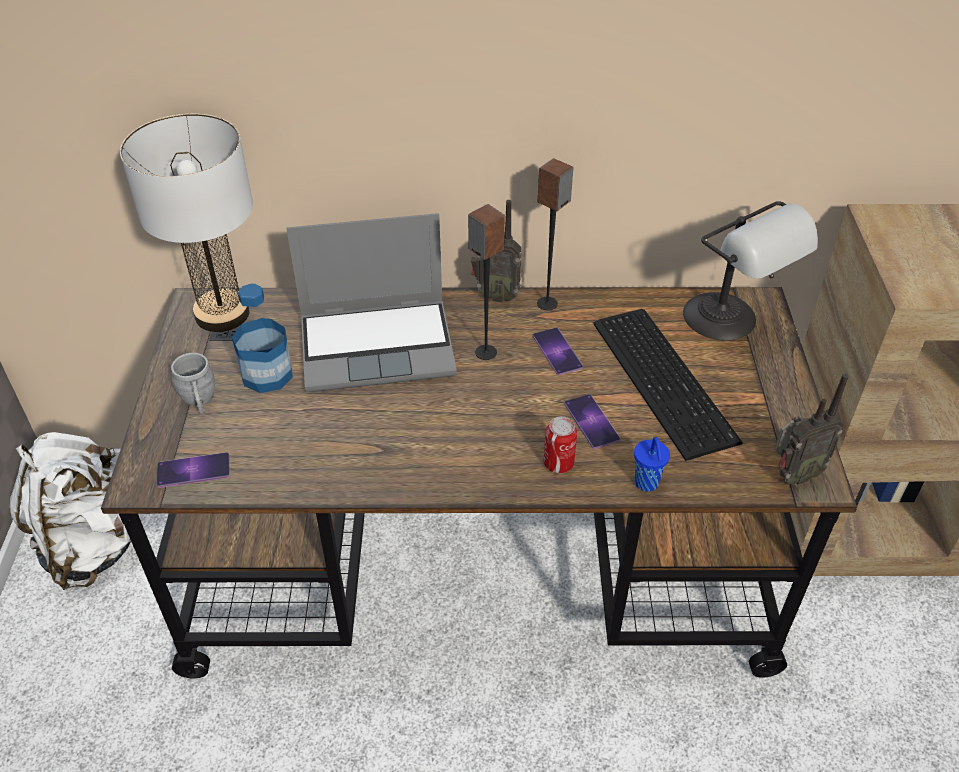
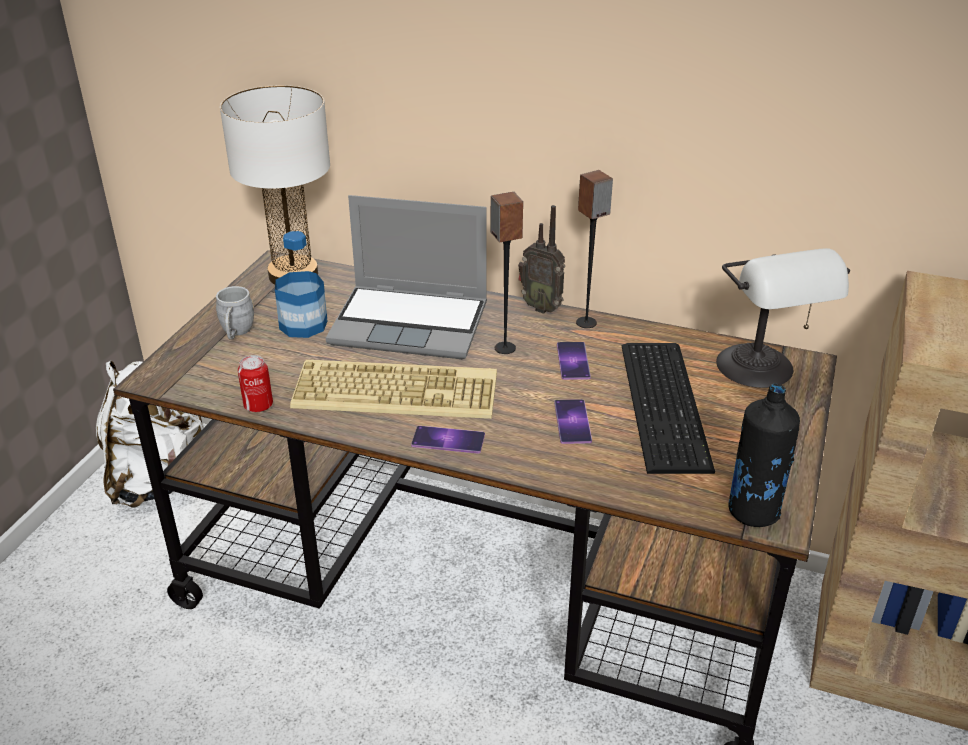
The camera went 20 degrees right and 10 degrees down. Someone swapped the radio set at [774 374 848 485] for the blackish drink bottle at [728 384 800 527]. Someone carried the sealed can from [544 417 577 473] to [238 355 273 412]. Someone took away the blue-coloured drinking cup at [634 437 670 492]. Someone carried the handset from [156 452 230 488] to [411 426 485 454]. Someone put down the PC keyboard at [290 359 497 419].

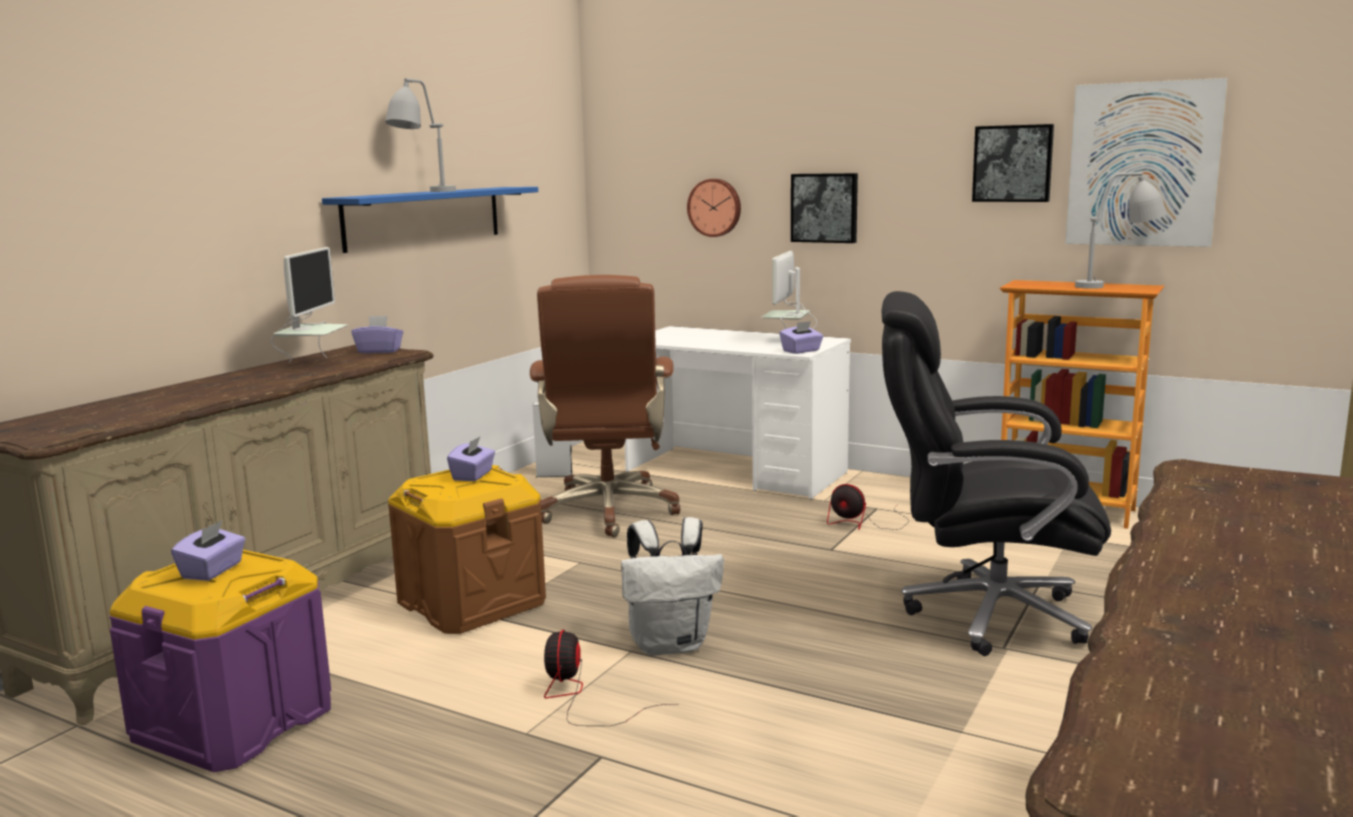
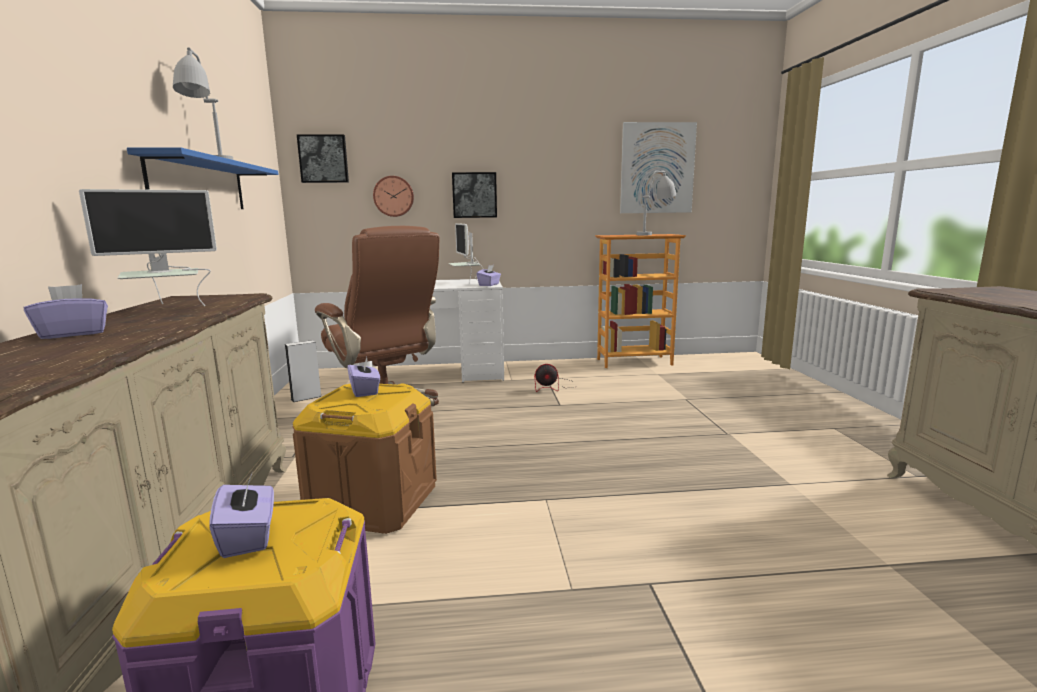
The camera went 35 degrees left and 0 degrees up. Someone carried the wall art from [972 124 1054 202] to [297 134 349 183]. Someone rotated the computer display at [271 247 348 363] by 90 degrees clockwise. Someone took away the blackish office chair at [882 291 1111 656]. Someone carried the purplish tissue box from [351 316 403 353] to [24 284 108 339]. Someone took away the white-coloured backpack at [621 517 724 656]. Someone took away the cooling fan at [544 630 679 726].

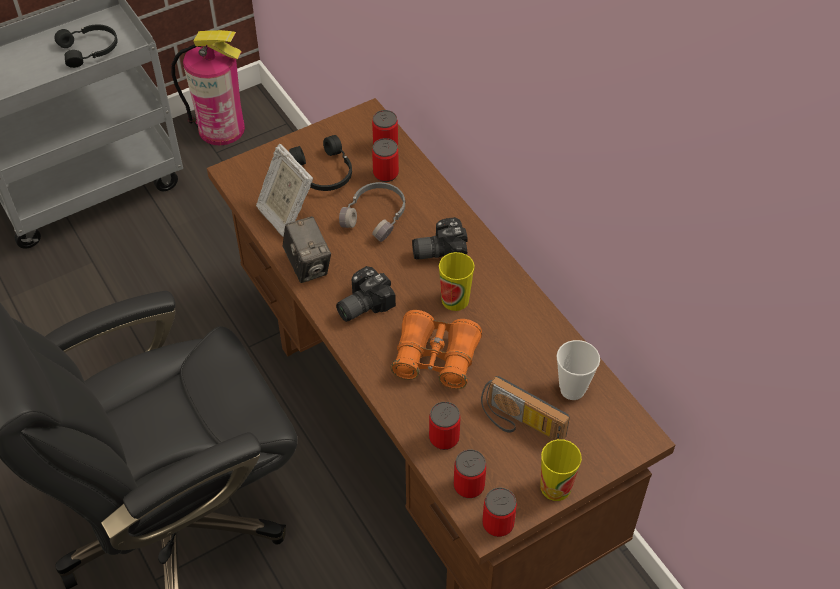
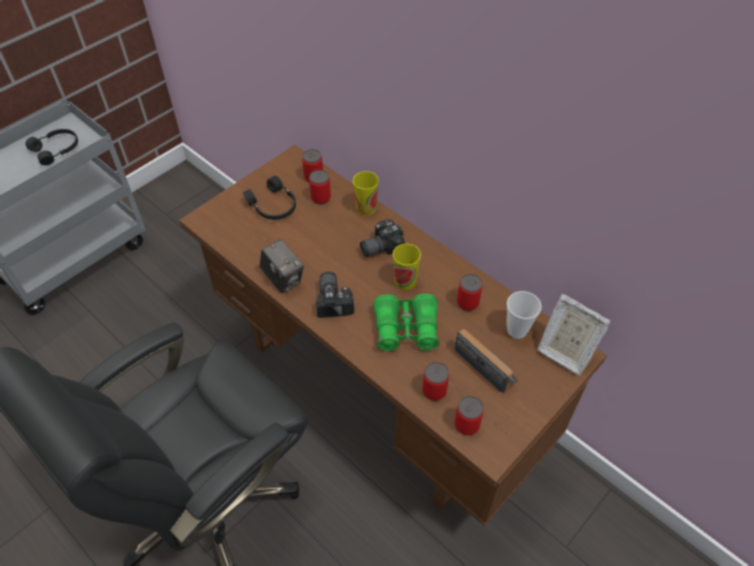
The camera went 15 degrees left and 0 degrees up. Someone took away the extinguisher at [171 30 245 145]. Someone carried the picture frame from [256 144 313 237] to [538 294 610 375]. Someone took away the gray headphones at [339 182 405 242]. Someone rotated the photo camera at [336 266 396 322] by 135 degrees clockwise. Someone repainted the orangey field glasses at [391 310 482 389], which became the greenish field glasses at [373 294 440 351]. Someone rotated the radio set at [481 376 570 440] by 150 degrees counterclockwise. Someone carried the drinking cup from [541 439 582 501] to [353 171 379 216]. Someone carried the sealed can from [482 488 517 537] to [457 274 482 311].

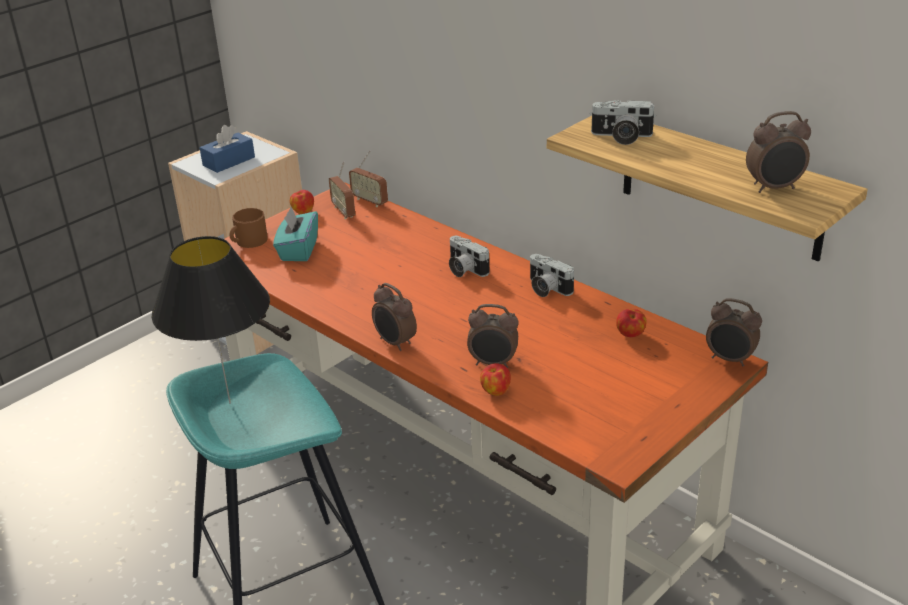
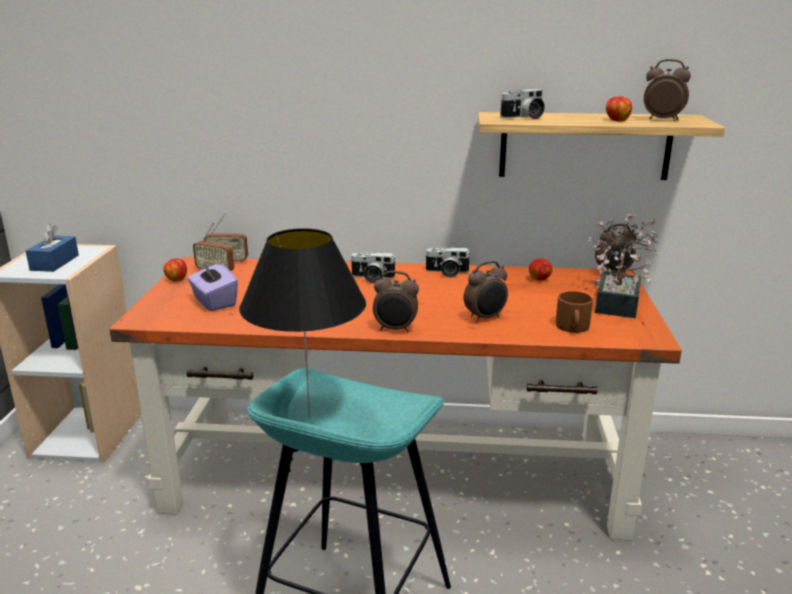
The camera went 40 degrees left and 10 degrees down. Someone rotated the bedside clock at [746 111 811 193] by 105 degrees counterclockwise. Someone repainted the turquoise-coloured tissue box at [273 207 318 261], which became the purplish tissue box at [188 261 238 311]. Someone carried the brown tea mug from [230 208 268 248] to [556 291 593 333]. Someone carried the whole apple from [480 363 511 396] to [606 96 632 122]. Someone put down the potted plant at [588 214 659 318].

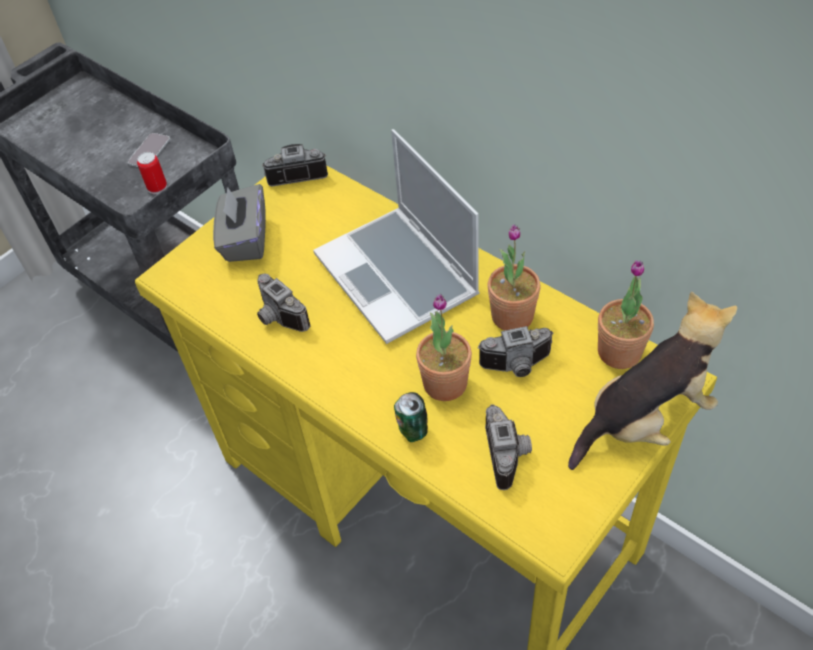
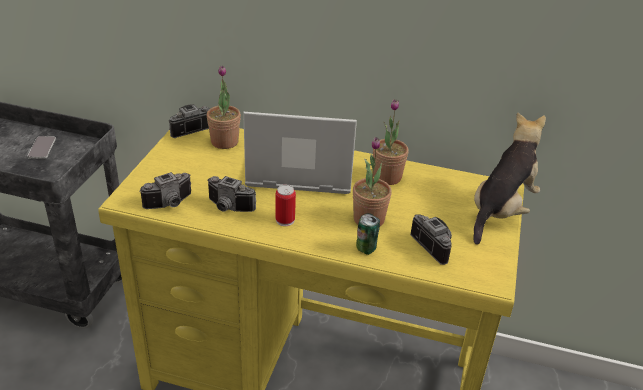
The camera went 30 degrees left and 15 degrees down. Someone rotated the laptop at [313 129 480 344] by 150 degrees clockwise. Someone carried the sealed can from [137 152 167 194] to [275 185 296 226]. Someone took away the gray tissue box at [213 184 266 262]. Someone carried the potted plant from [598 260 654 369] to [207 66 241 149]. Someone carried the photo camera from [478 326 553 377] to [139 172 191 209].

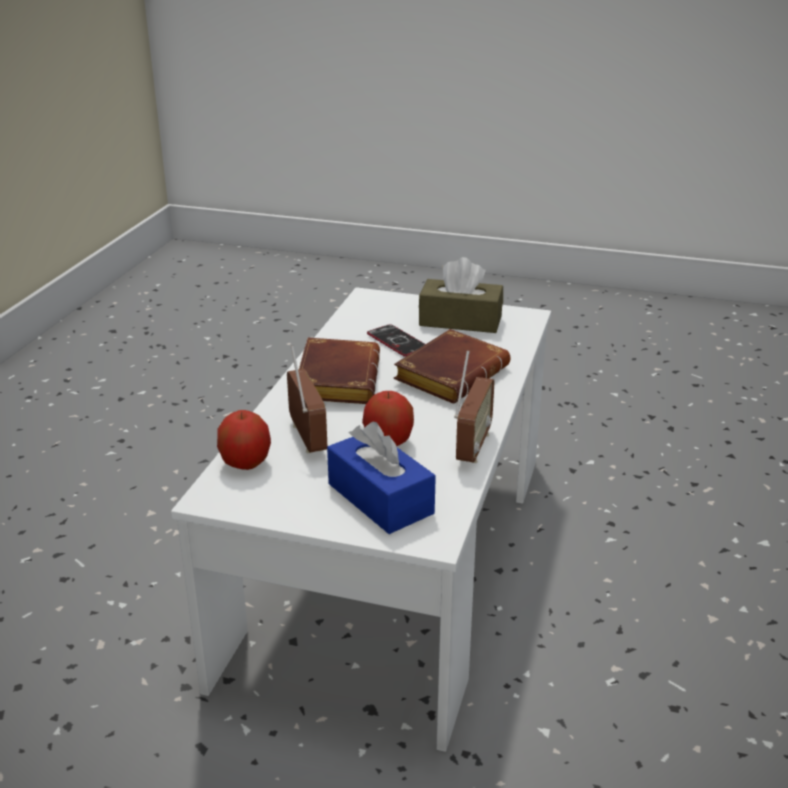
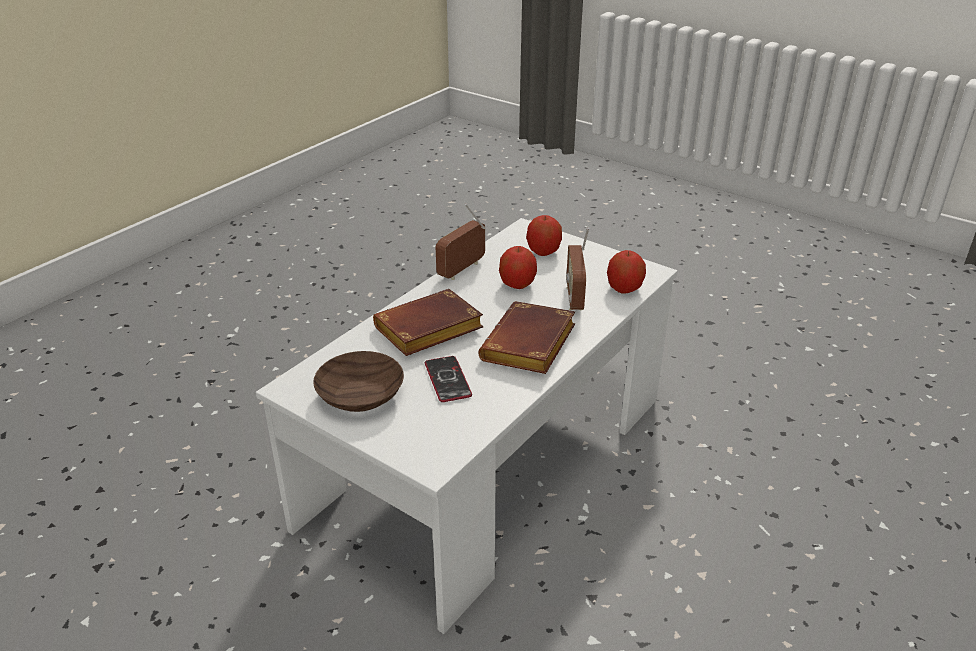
The camera went 160 degrees left and 5 degrees up. Someone swapped the brown tissue box at [419 257 503 333] for the brown bowl at [313 351 404 412]. Someone swapped the blue-coloured tissue box at [327 421 436 534] for the whole apple at [526 215 562 256].

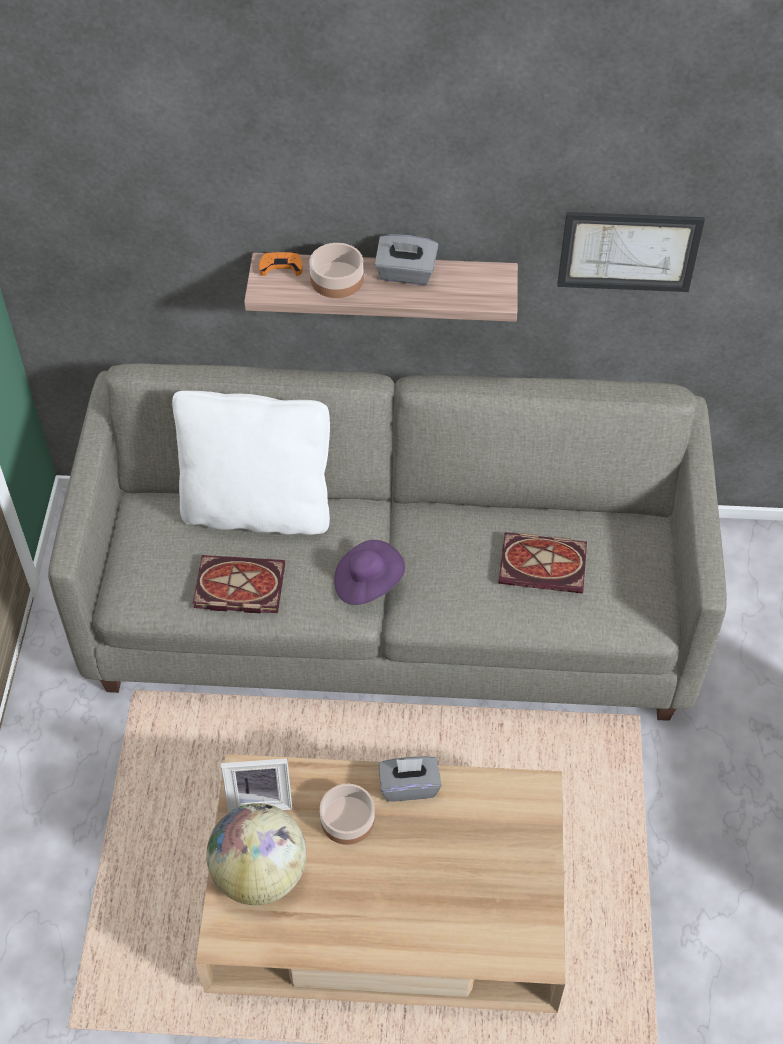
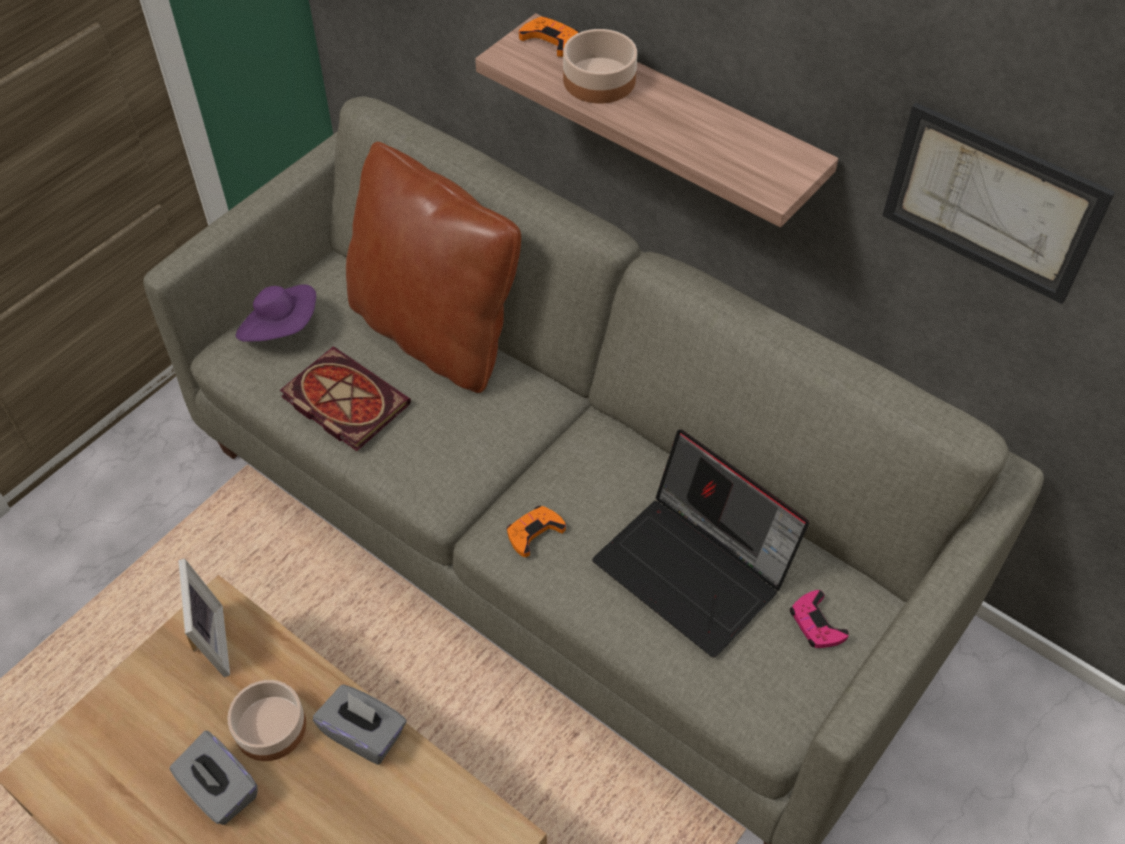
The camera went 35 degrees right and 0 degrees up. Someone carried the gray tissue box from [375 234 438 285] to [170 731 258 825]. Someone repainted the white-coloured throw pillow at [172 391 330 535], which became the brown throw pillow at [346 142 521 393]. Someone swapped the bound book at [498 532 587 594] for the laptop at [592 429 809 657]. Someone carried the purplish hat from [334 540 405 605] to [236 284 316 342]. Someone rotated the picture frame at [221 758 292 812] by 135 degrees counterclockwise. Someone took away the desk globe at [206 803 306 905]. Someone put down the orangey game controller at [506 506 566 557]. Someone put down the pink-coloured game controller at [790 590 849 648].

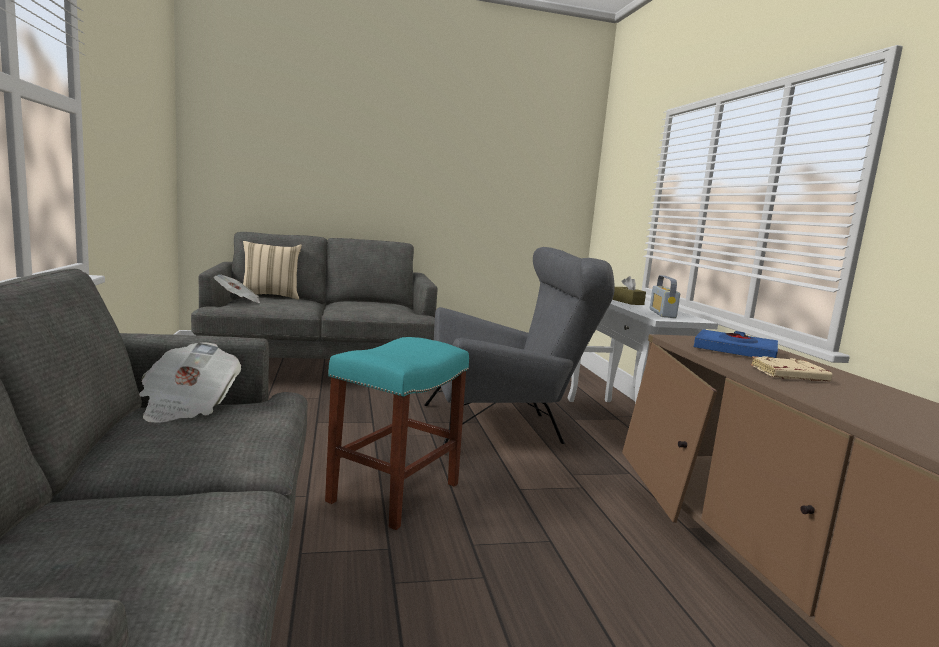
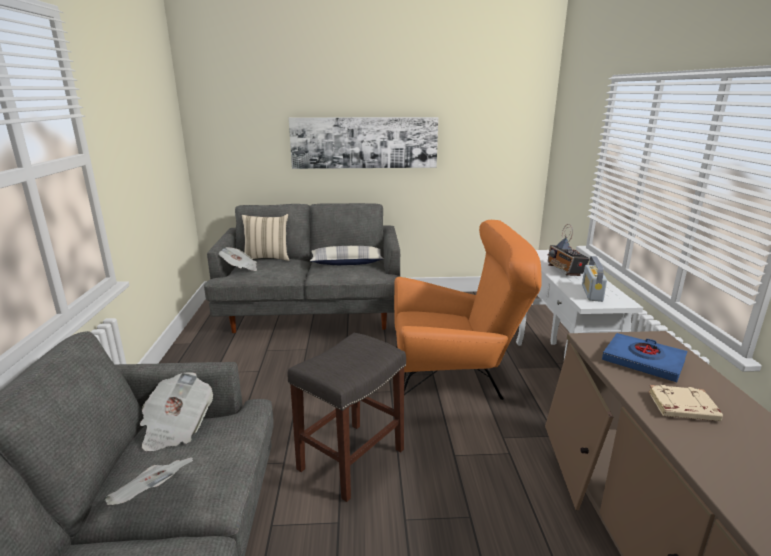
The camera went 10 degrees right and 10 degrees up. Someone repainted the gray easy chair at [424 247 615 444], which became the orangey easy chair at [394 220 542 400]. Someone swapped the brown tissue box at [612 276 646 305] for the radio set at [548 224 590 276]. Someone repainted the turquoise-coloured stool at [325 337 469 530], which became the gray stool at [287 333 406 502]. Someone put up the wall art at [289 117 438 169]. Someone put down the throw pillow at [310 246 384 265]. Someone put down the printed paper at [105 457 193 505].

